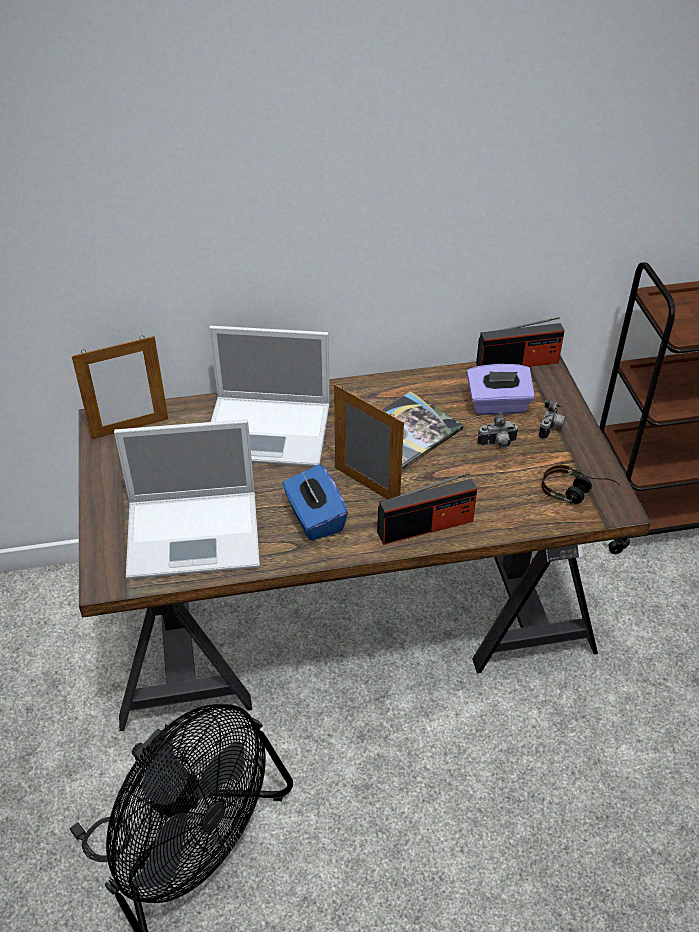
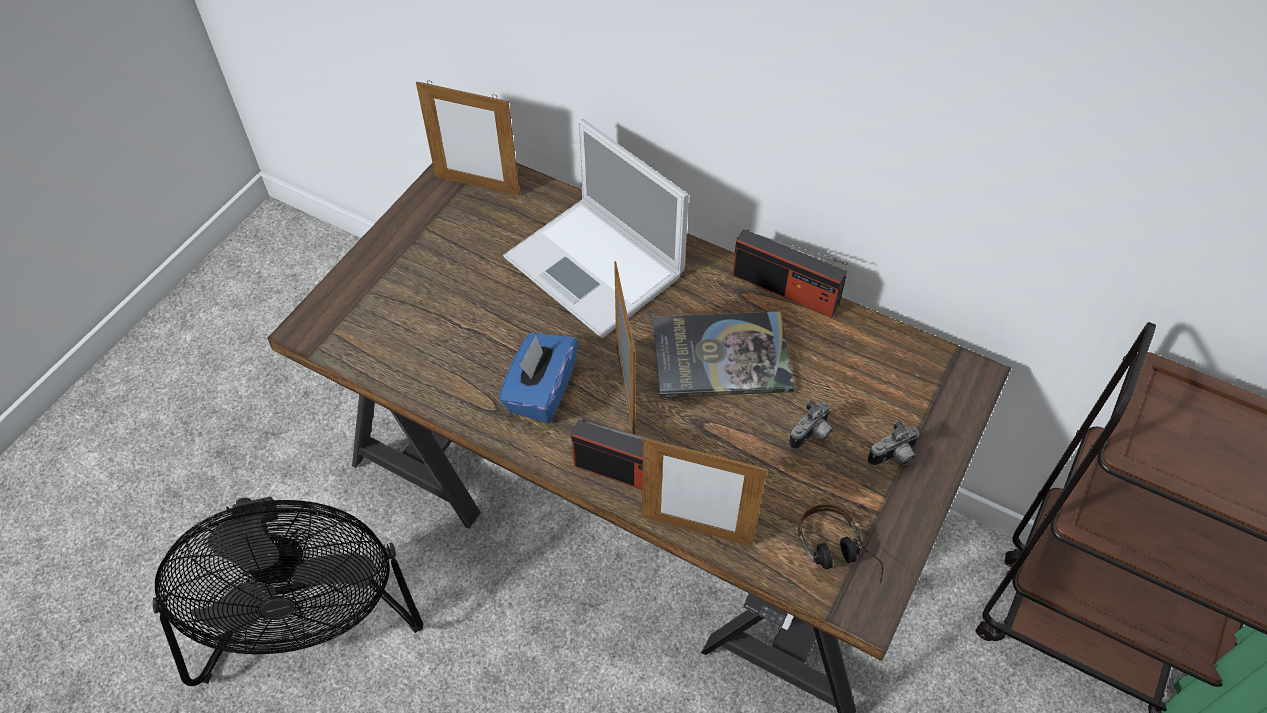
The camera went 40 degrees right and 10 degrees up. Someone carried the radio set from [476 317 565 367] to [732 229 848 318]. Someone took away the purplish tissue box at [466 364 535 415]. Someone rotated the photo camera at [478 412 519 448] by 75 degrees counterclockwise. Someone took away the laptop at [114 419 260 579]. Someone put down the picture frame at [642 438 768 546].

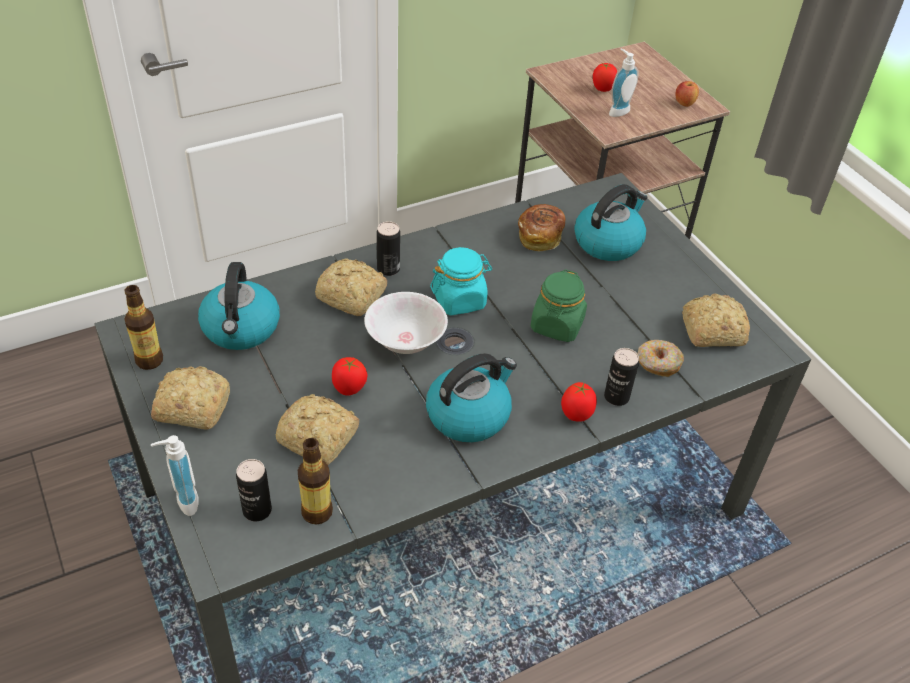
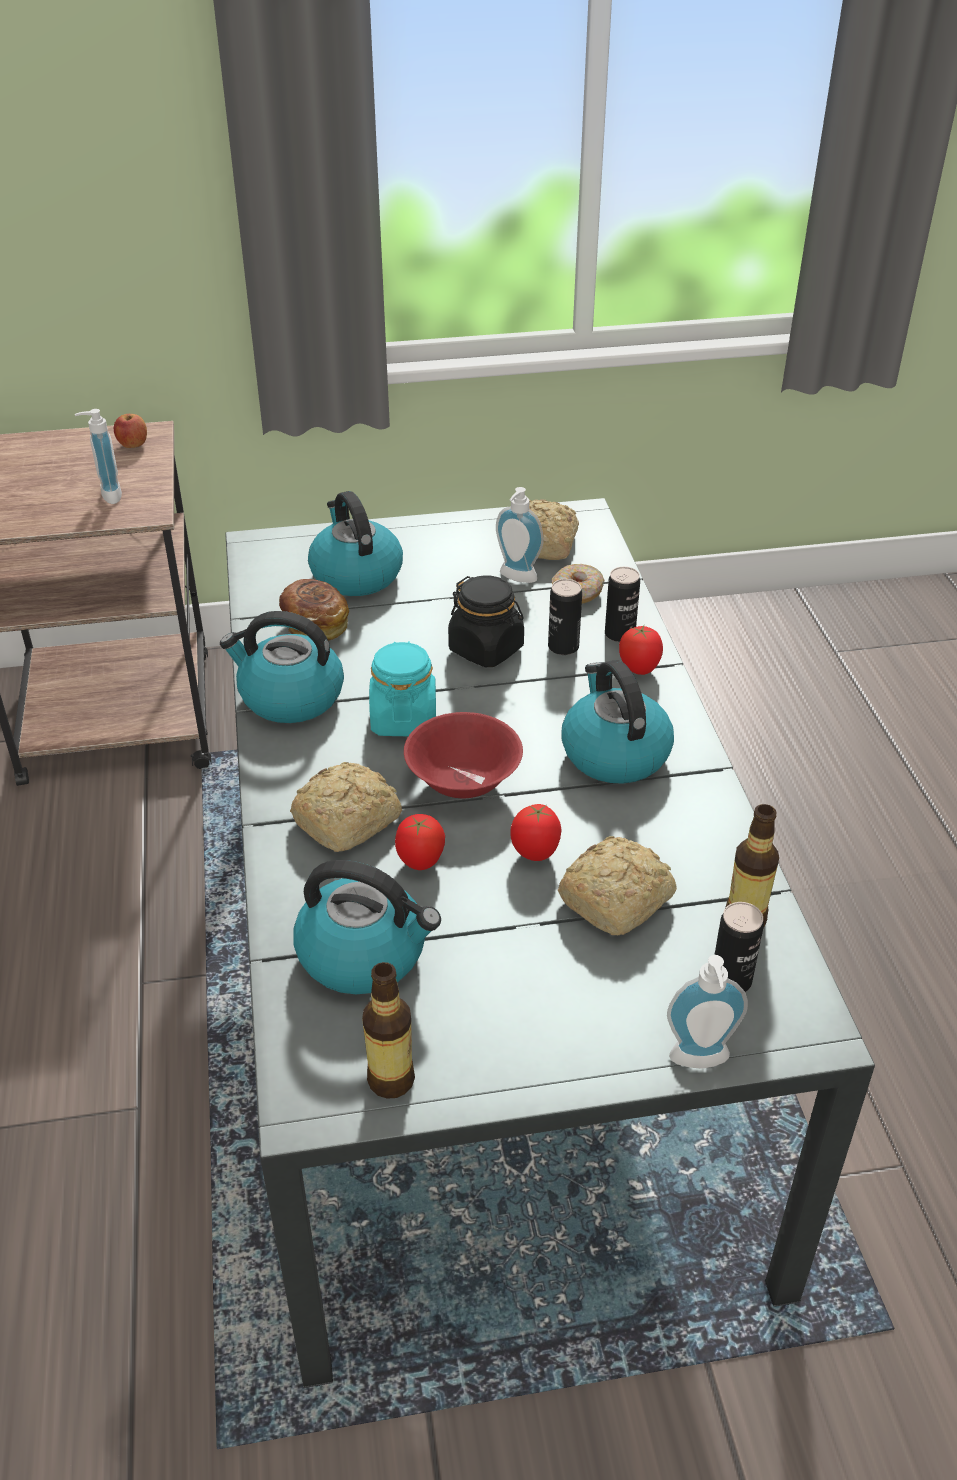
The camera went 70 degrees left and 5 degrees down. Someone carried the fresh tomato from [593 63 617 92] to [395 814 445 870]. Someone carried the sealed can from [377 221 400 276] to [548 579 582 655]. Someone repainted the greenish preserve jar at [531 269 587 342], which became the blackish preserve jar at [448 576 524 667]. Someone repainted the white-coloured bowl at [364 292 448 354], which became the red-coloured bowl at [404 712 523 799]. Someone took away the bakery bread at [151 366 230 430]. Someone put down the liquid soap bottle at [496 487 544 583]. Someone put down the tea kettle at [220 611 344 723].

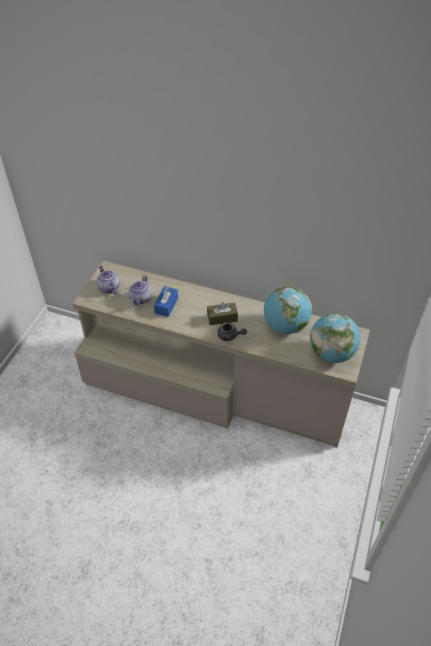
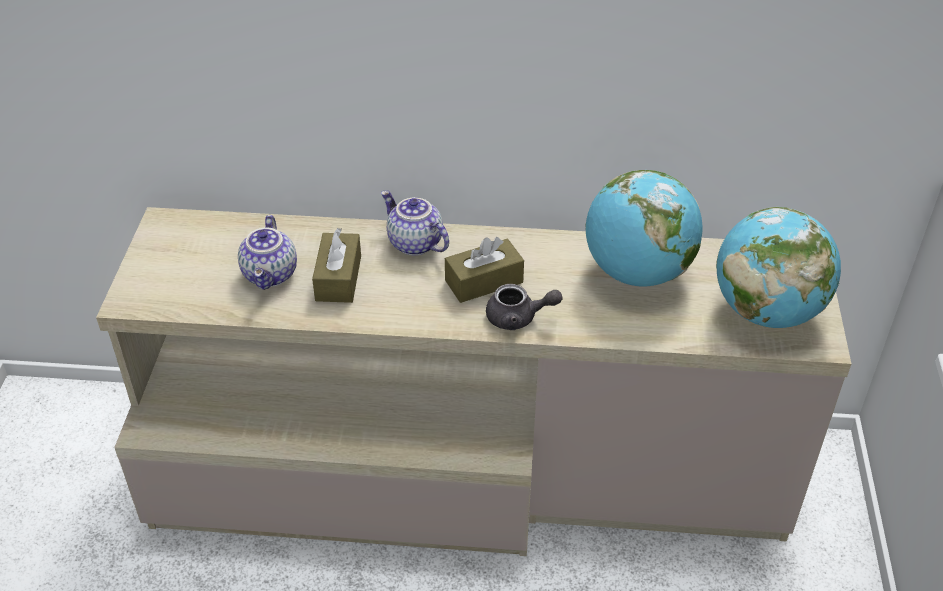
The camera went 15 degrees left and 5 degrees down. Someone carried the teapot from [97 265 120 294] to [381 190 449 255]. Someone repainted the blue-coloured tissue box at [154 286 178 317], which became the brown tissue box at [312 228 361 303].

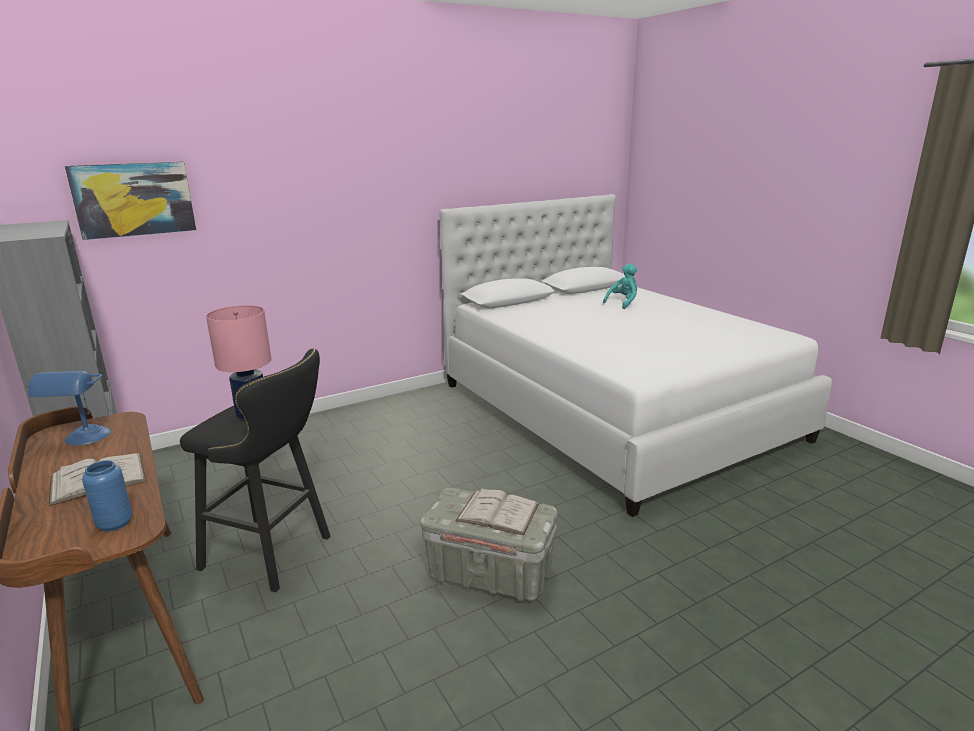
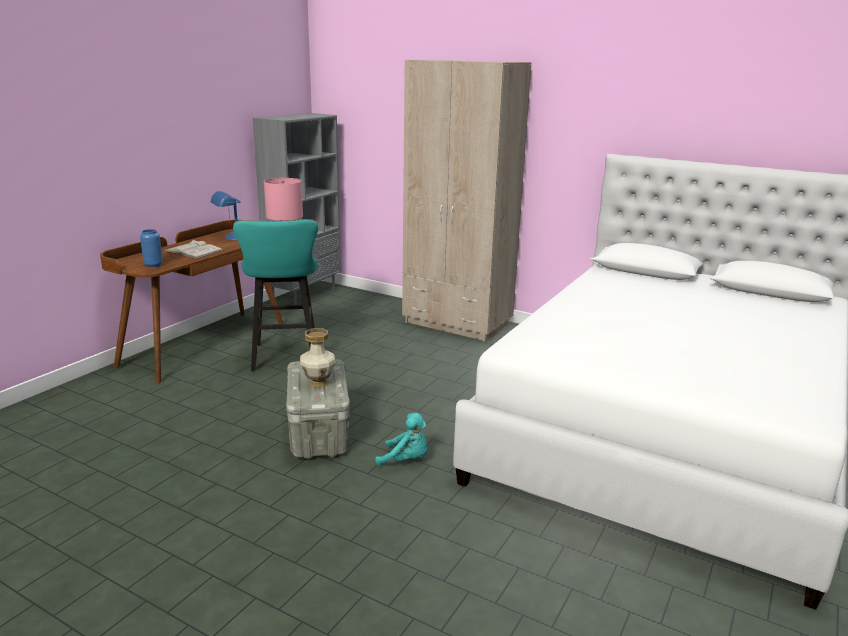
The camera went 60 degrees right and 0 degrees up. Someone took away the wall art at [65 162 196 240]. Someone carried the turquoise-coloured soft toy from [603 263 637 309] to [375 413 428 466]. Someone repainted the blackish stool at [180 348 331 592], which became the turquoise-coloured stool at [233 219 318 371]. Someone swapped the white-coloured bound book at [455 488 539 535] for the vase at [300 328 336 387]. Someone put down the beige wardrobe at [402 60 532 342].

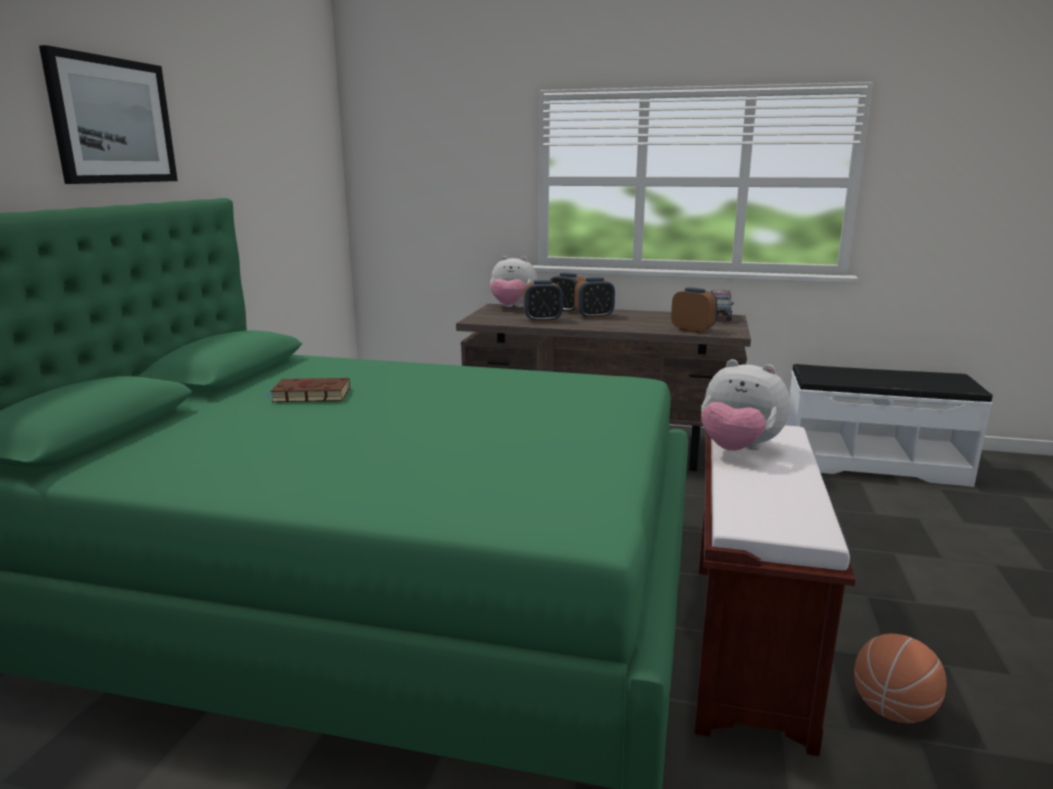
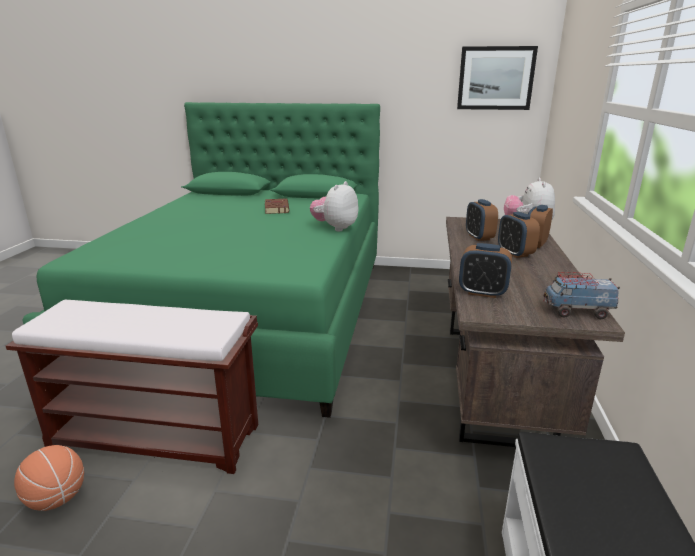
The camera went 85 degrees right and 5 degrees up. Someone carried the wall art from [39 45 178 184] to [457 46 538 110]. Someone rotated the bedside clock at [671 287 717 333] by 75 degrees clockwise. Someone carried the soft toy from [701 359 790 451] to [310 181 358 231].

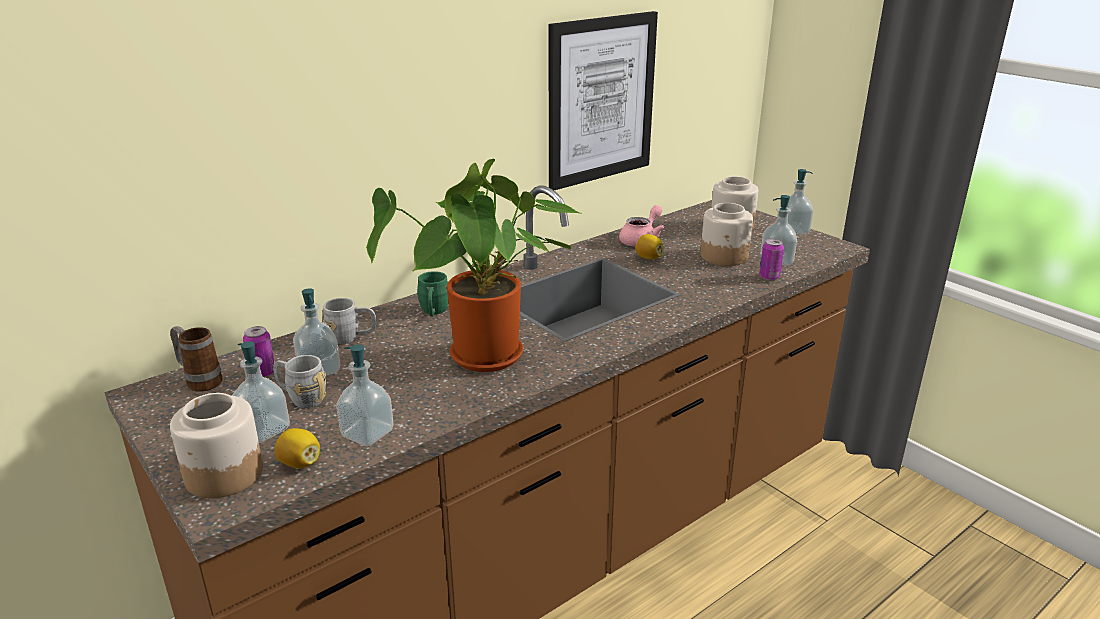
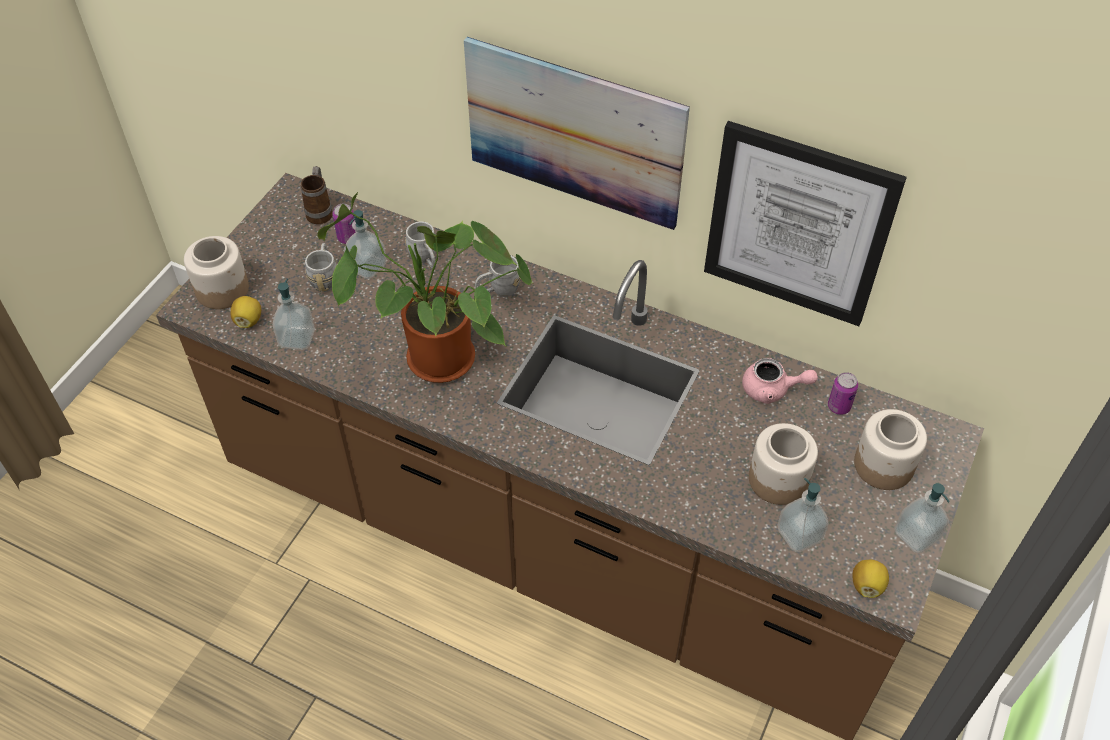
The camera went 65 degrees right and 25 degrees up. Someone carried the lemon from [635 234 664 260] to [852 560 889 598]. Someone carried the sealed can from [759 239 784 281] to [828 372 858 415]. Someone repainted the greenish tea mug at [417 271 449 316], which became the gray tea mug at [475 255 521 297]. Someone took away the liquid soap bottle at [232 341 290 443]. Someone put up the wall art at [464 37 690 230].

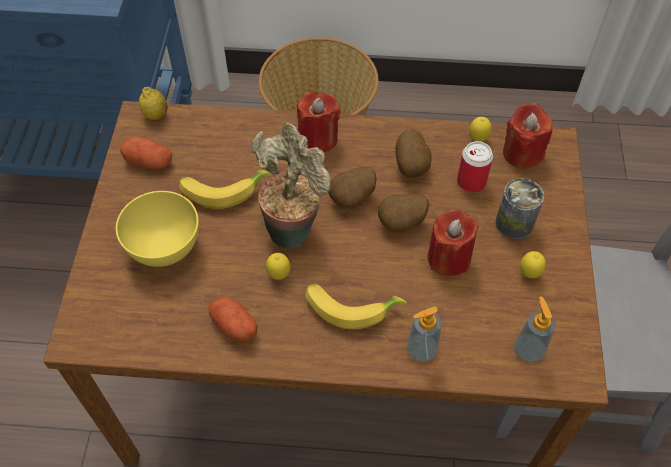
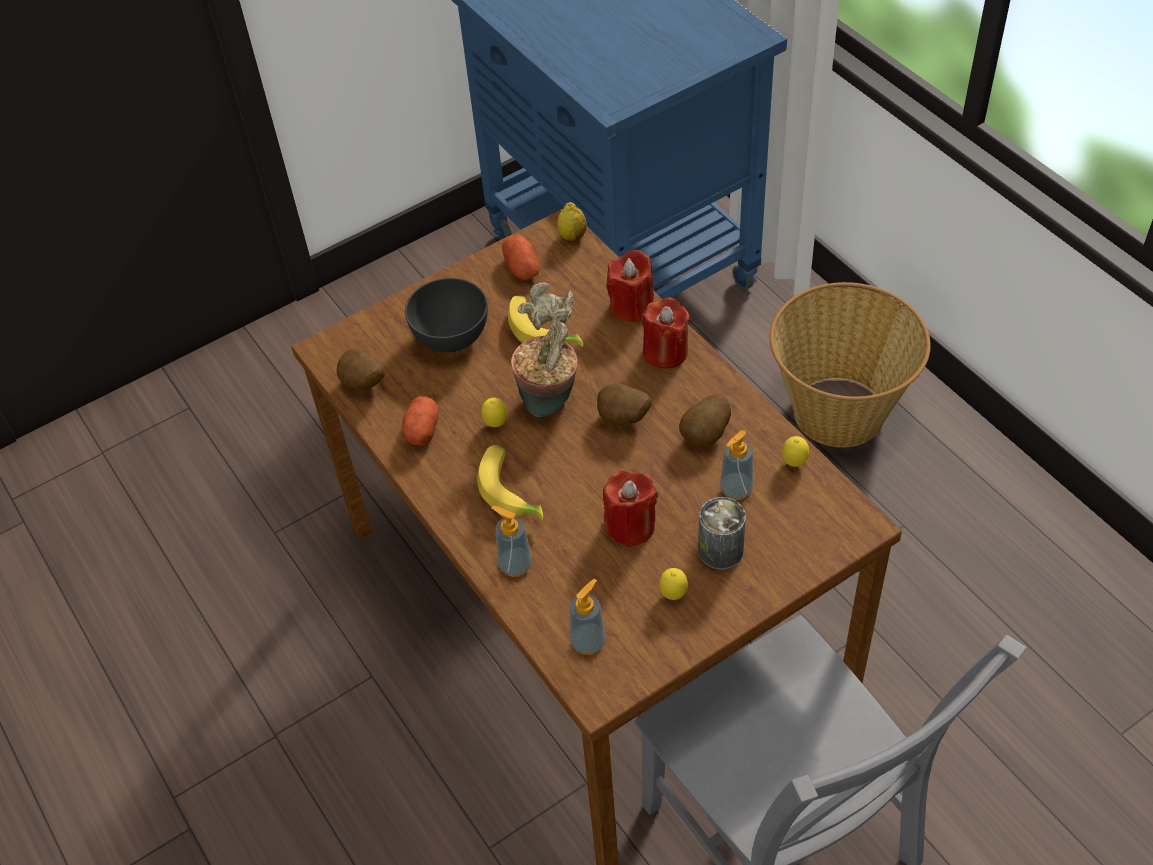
The camera went 55 degrees right and 5 degrees down. Someone carried the red-coloured wax light from [503 103 553 168] to [606 250 654 323]. Someone swapped the sealed can at [457 141 493 192] for the liquid soap bottle at [720 430 753 500]. Someone repainted the yellow-coloured bowl at [116 191 199 267], which became the gray bowl at [405 278 488 352]. Someone carried the whole potato from [378 194 429 233] to [336 348 385 390].

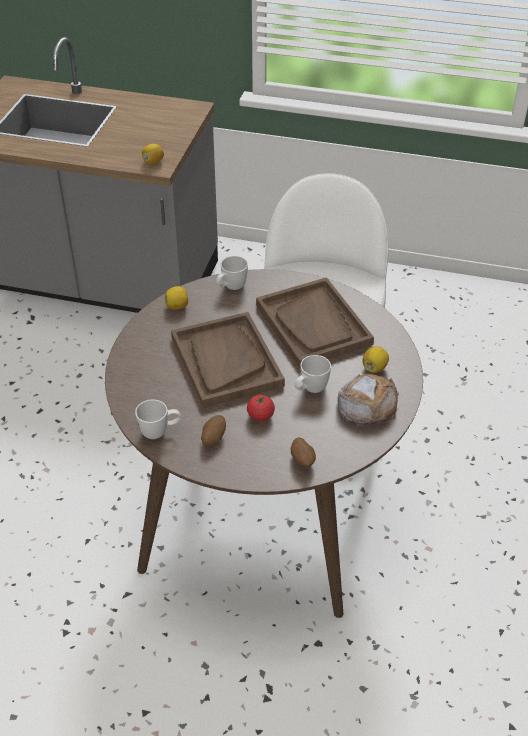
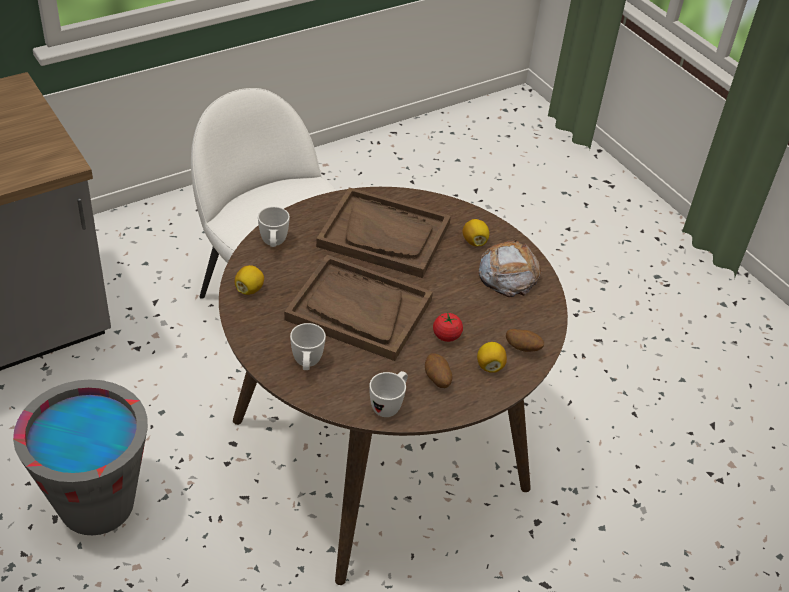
The camera went 50 degrees left and 0 degrees up. Someone carried the lemon from [142 144 164 164] to [477 342 507 373]. Someone carried the white-coloured tea mug from [295 355 331 393] to [290 323 326 370]. Someone put down the gray water bucket at [13 379 148 535].

